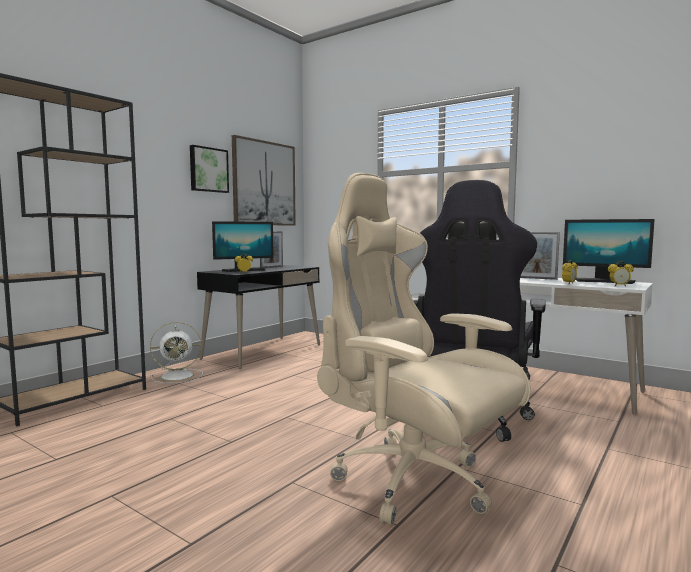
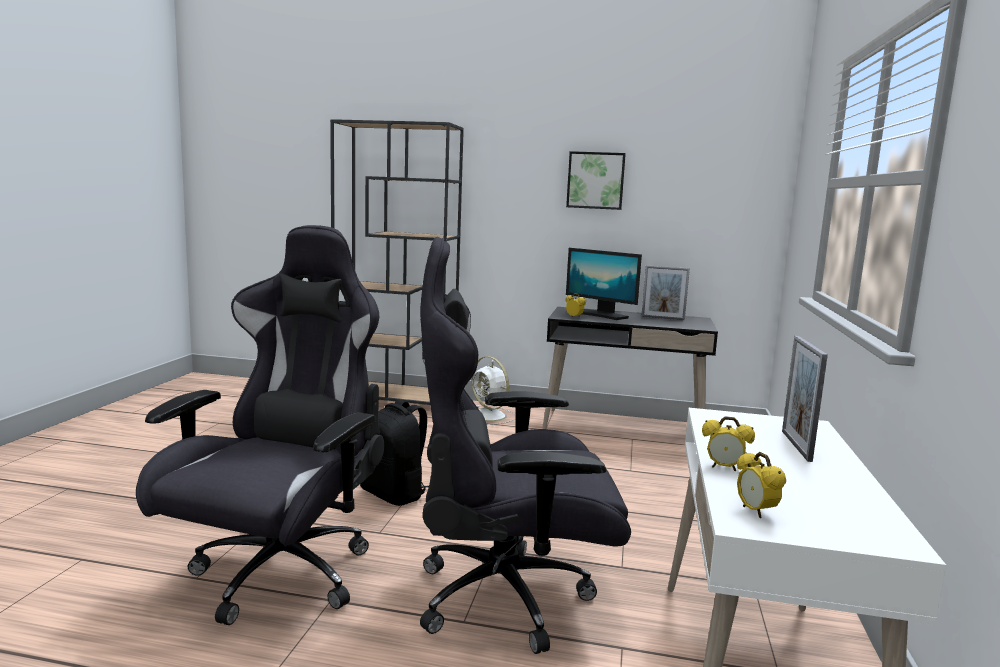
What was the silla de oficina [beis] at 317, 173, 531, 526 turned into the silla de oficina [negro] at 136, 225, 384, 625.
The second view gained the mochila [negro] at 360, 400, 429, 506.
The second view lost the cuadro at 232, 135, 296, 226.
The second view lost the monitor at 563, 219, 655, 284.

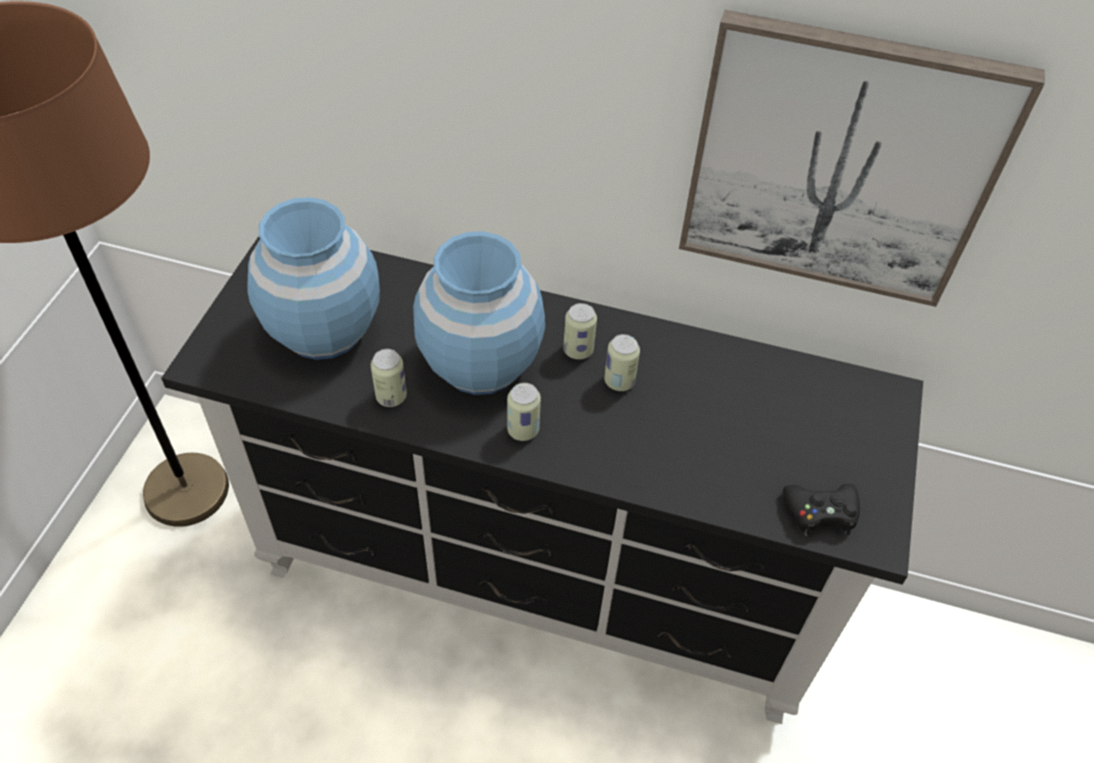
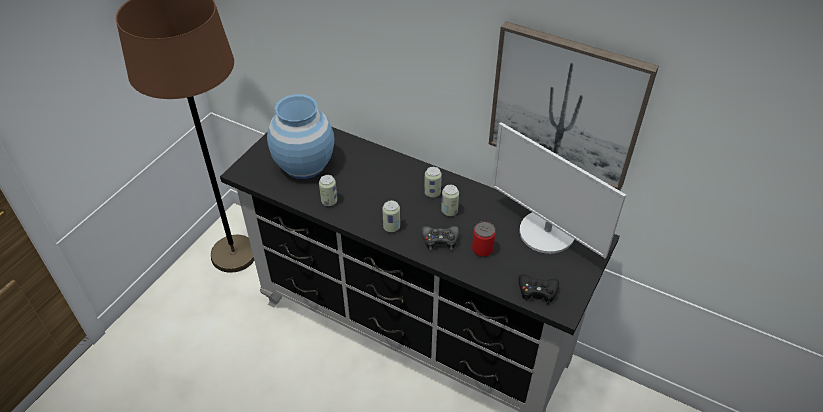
The second view gained the mando de consola [negro] at 421, 226, 459, 251.
The second view gained the lata at 472, 221, 496, 257.
The second view gained the monitor at 492, 122, 626, 258.
The second view lost the florero [azul] at 413, 231, 545, 395.

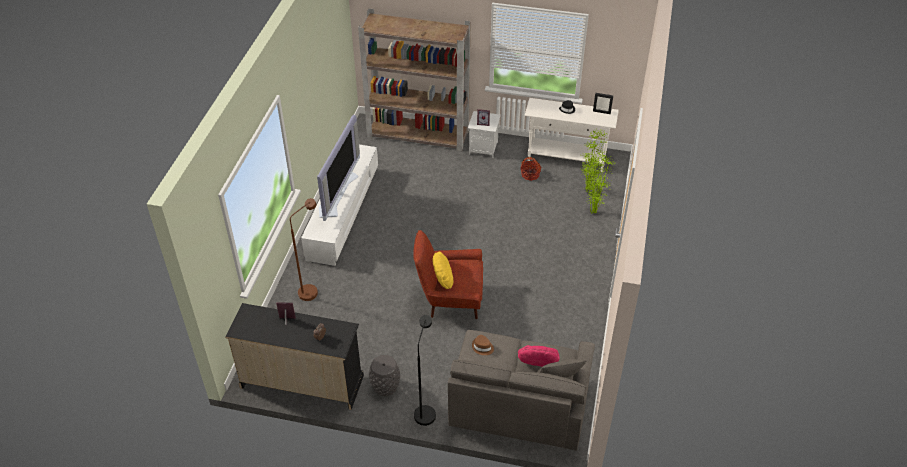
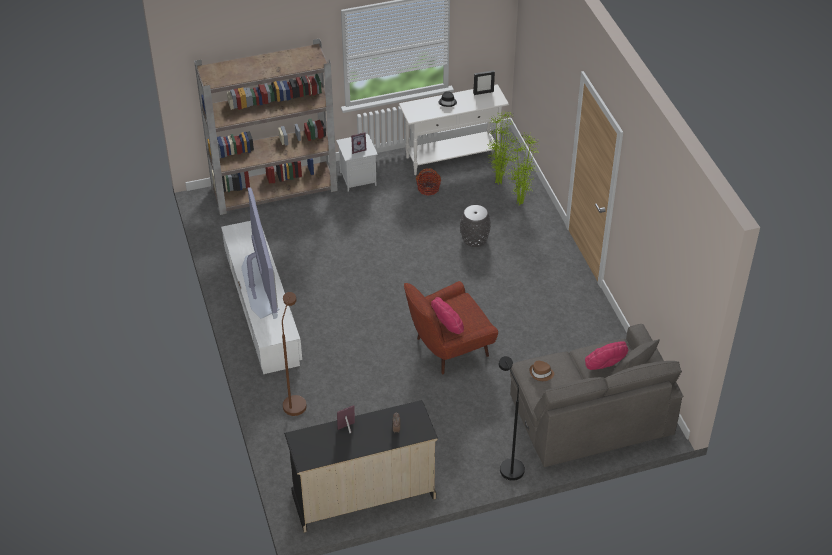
What was the cojín [amarillo] at 432, 252, 454, 289 turned into the cojín [rosa] at 431, 297, 464, 334.
The taburete [gris] ended up elsewhere, having gone from 369, 355, 400, 396 to 460, 205, 491, 247.

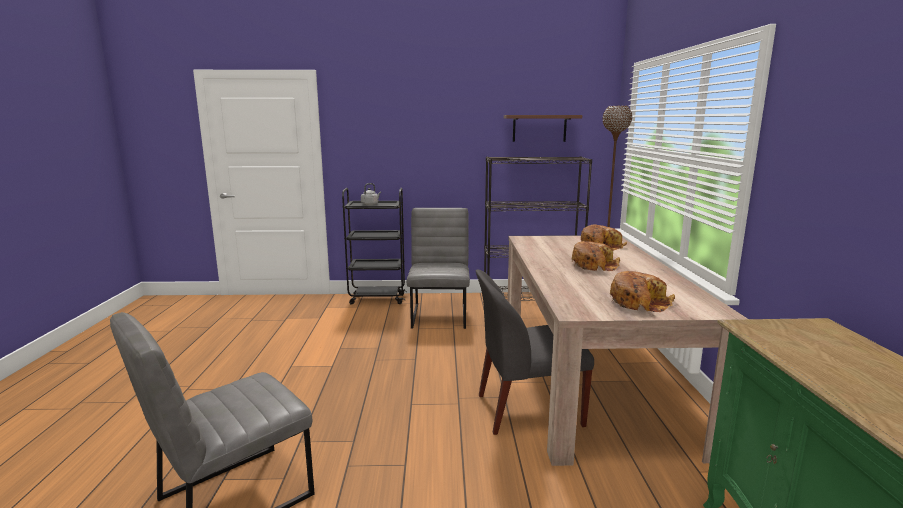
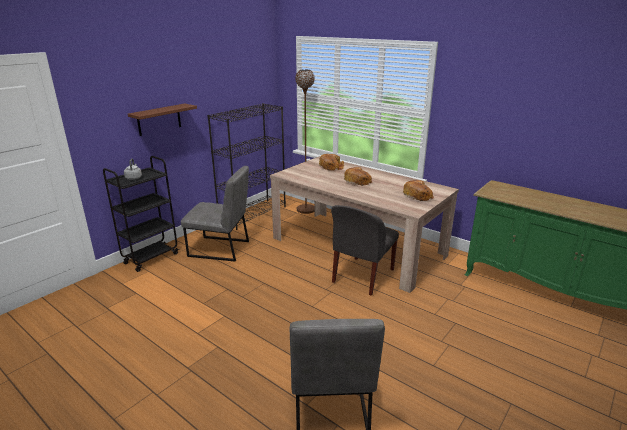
The estante [marrón] ended up elsewhere, having gone from 504, 115, 582, 142 to 128, 104, 197, 136.
The silla [gris] at 407, 208, 470, 329 ended up facing another way, 150 degrees clockwise from before.

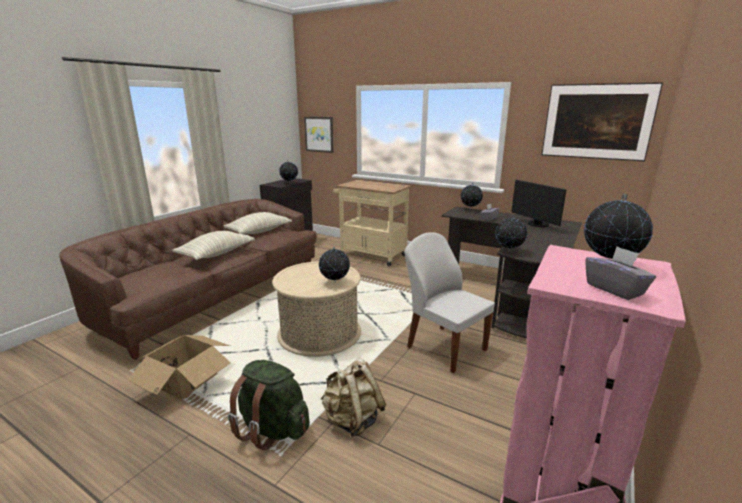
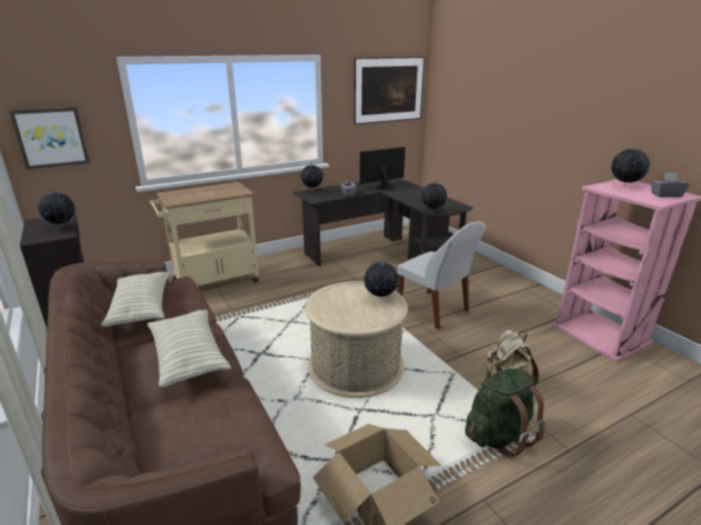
The monitor at 511, 180, 567, 227 ended up facing another way, 150 degrees clockwise from before.
The silla [blanco] at 405, 232, 495, 373 ended up facing another way, 120 degrees counterclockwise from before.

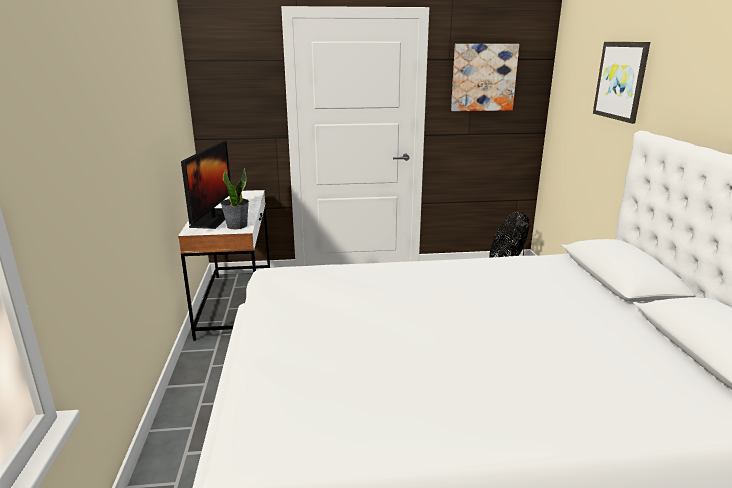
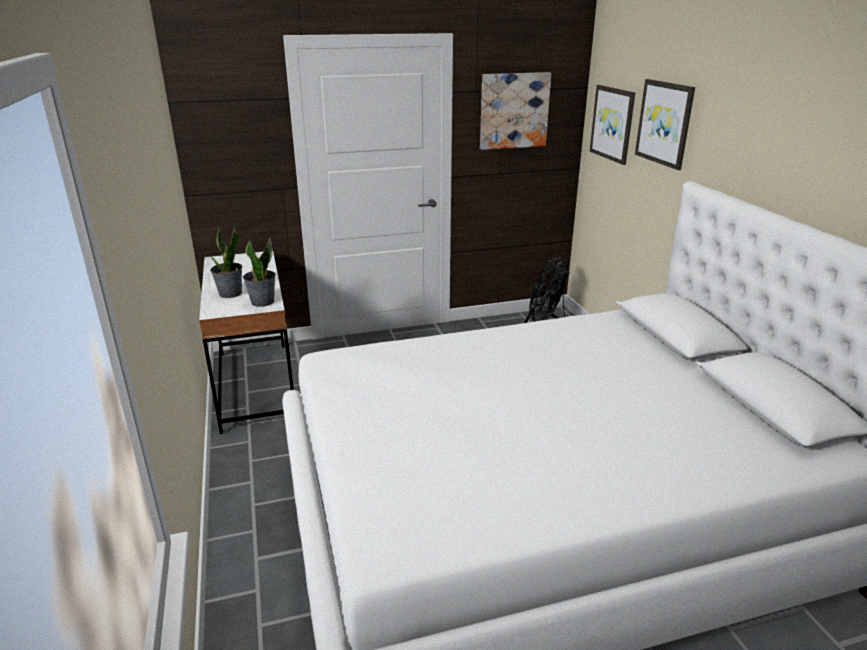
Where the monitor stood at 181, 140, 231, 229, the planta en maceta came to stand at 210, 227, 242, 298.
The second view gained the cuadro at 590, 85, 635, 165.

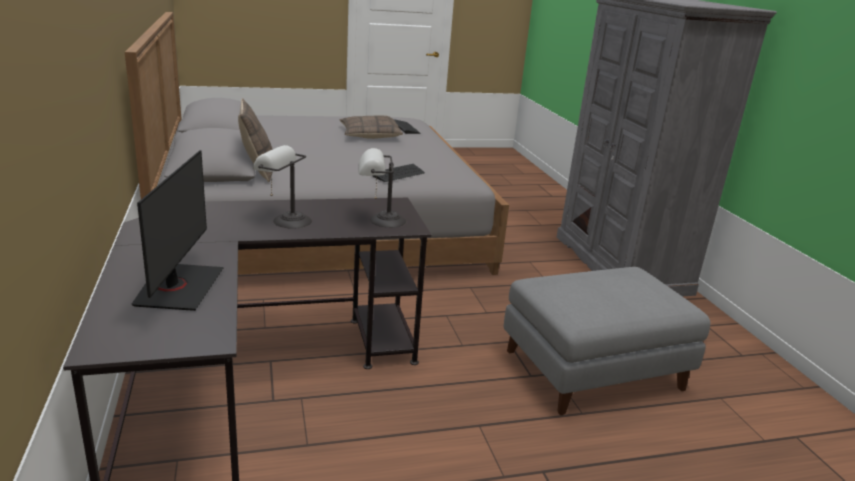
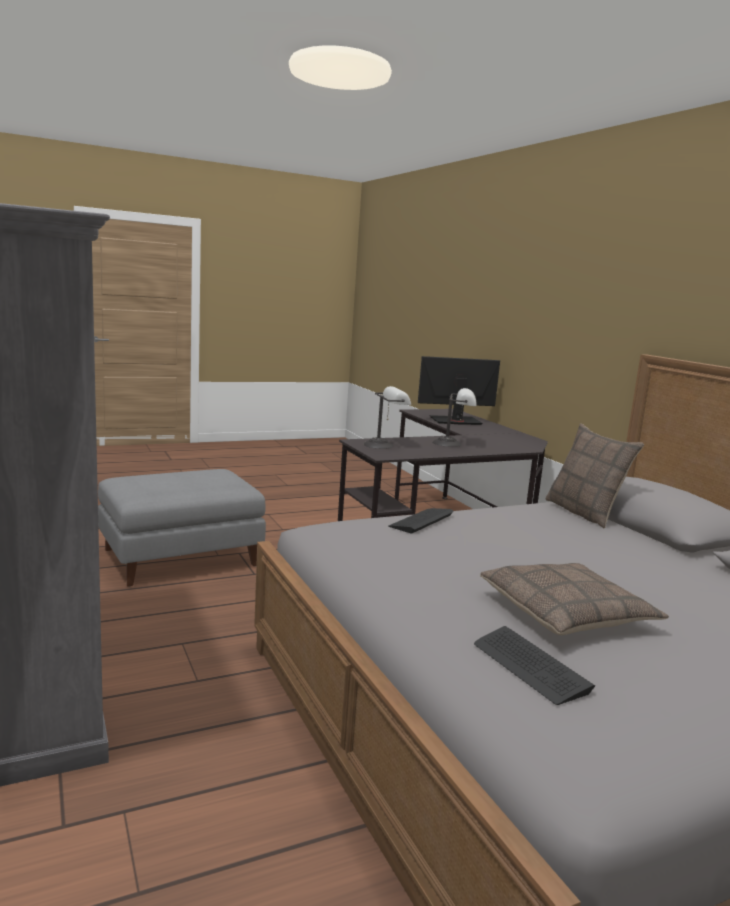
The monitor at 131, 150, 224, 311 ended up facing another way, 90 degrees clockwise from before.

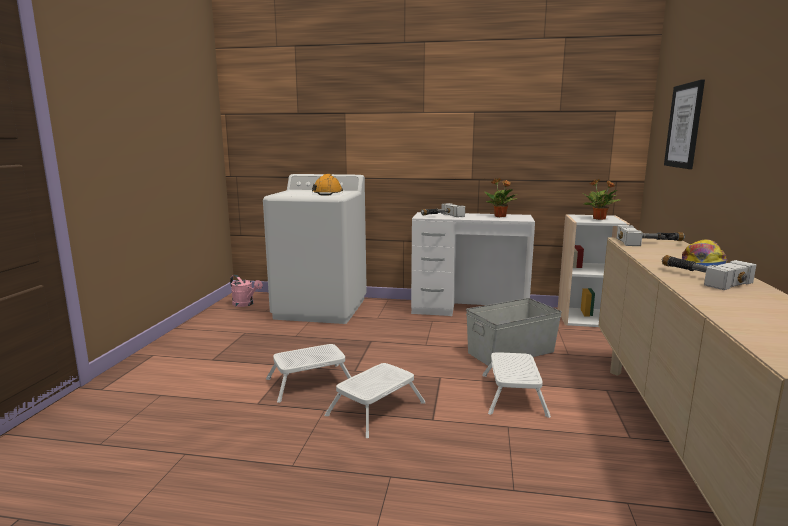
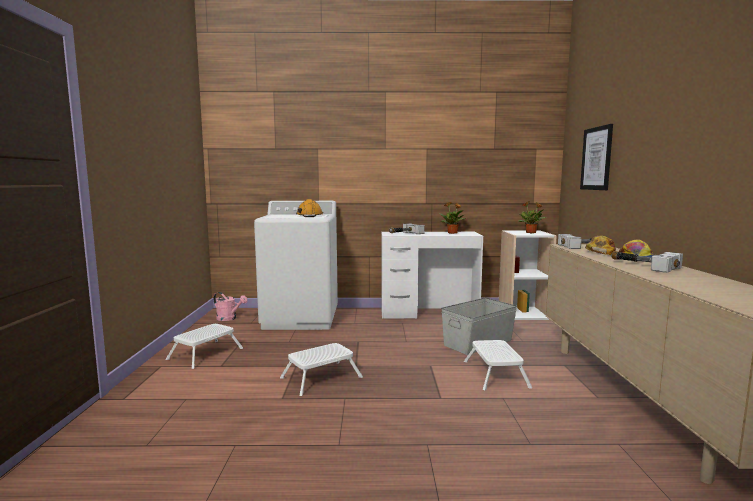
The escalera de tijera [blanco] ended up elsewhere, having gone from 325, 363, 425, 438 to 166, 324, 243, 369.
The second view gained the gorra at 585, 236, 616, 255.

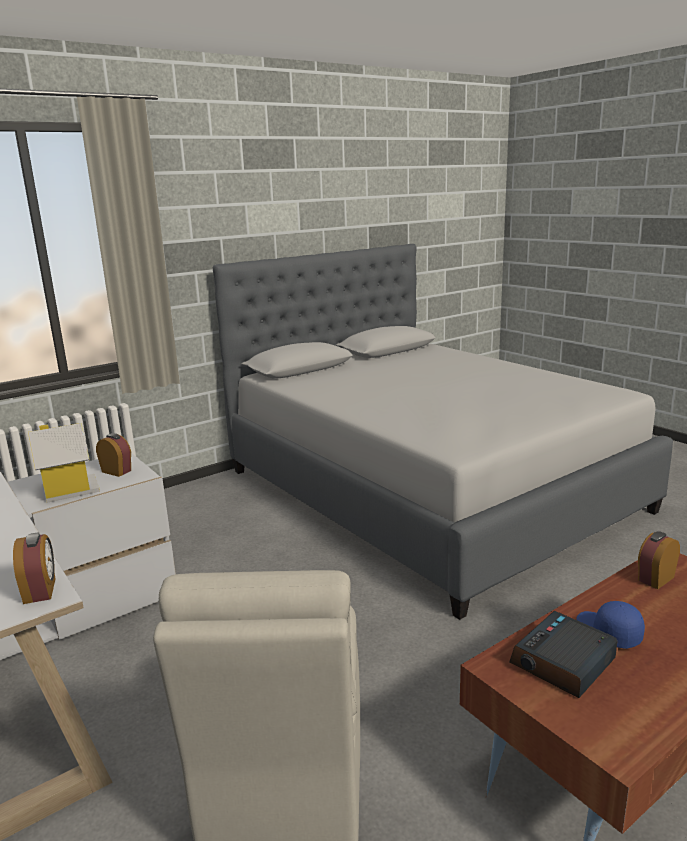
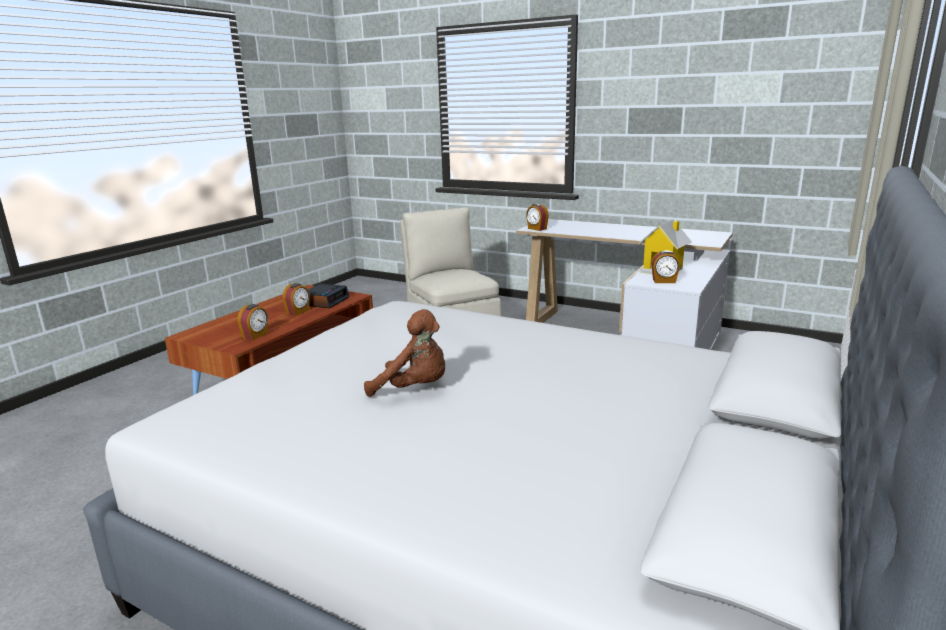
Where the gorra [azul] stood at 576, 601, 645, 649, the despertador came to stand at 282, 283, 310, 316.
The second view gained the peluche [marrón] at 364, 309, 445, 397.

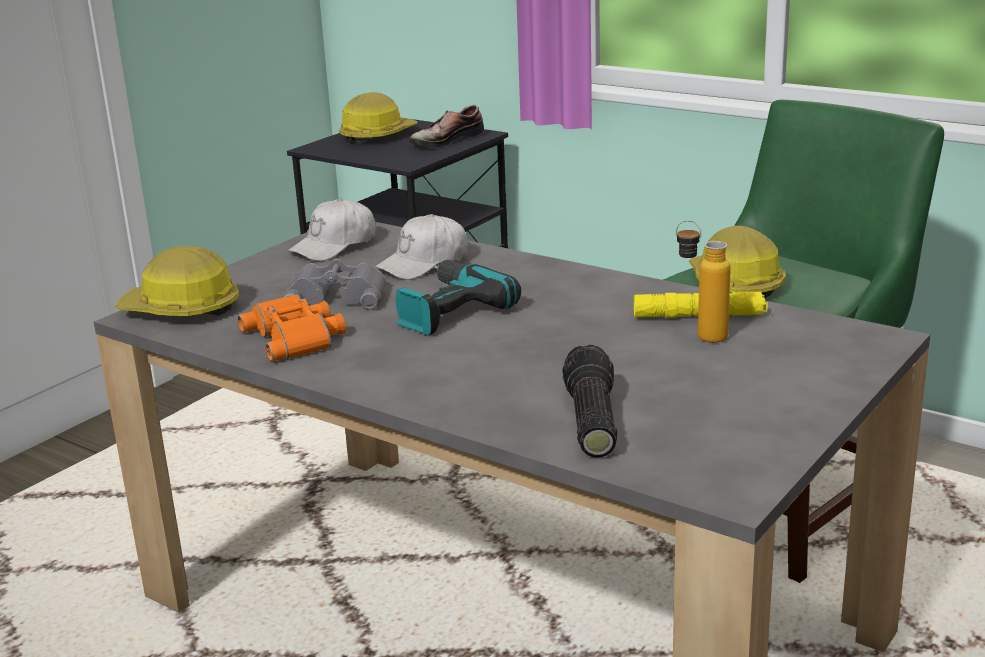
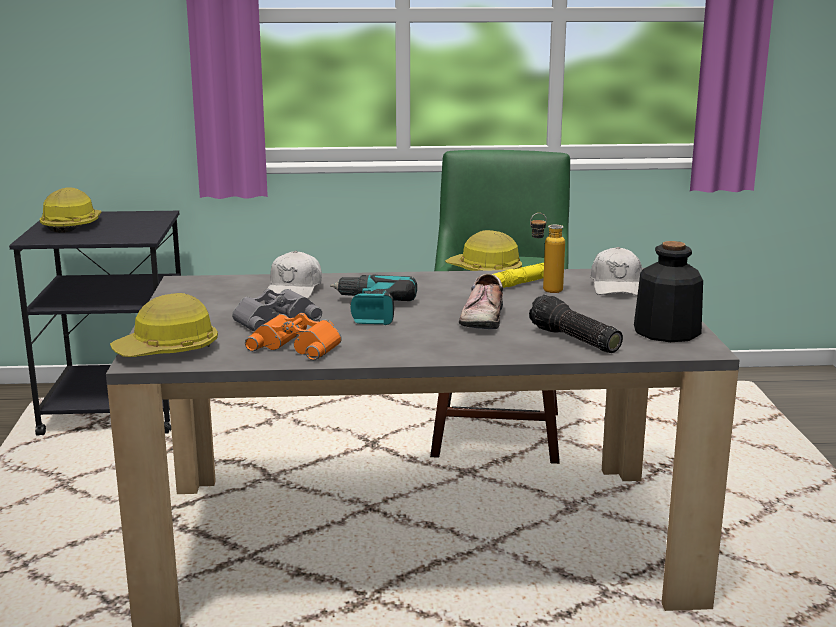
The zapato ended up elsewhere, having gone from 410, 105, 484, 148 to 459, 274, 503, 329.
The gorra [blanco] ended up elsewhere, having gone from 288, 198, 376, 261 to 590, 247, 642, 296.
The second view gained the botella at 634, 241, 703, 342.

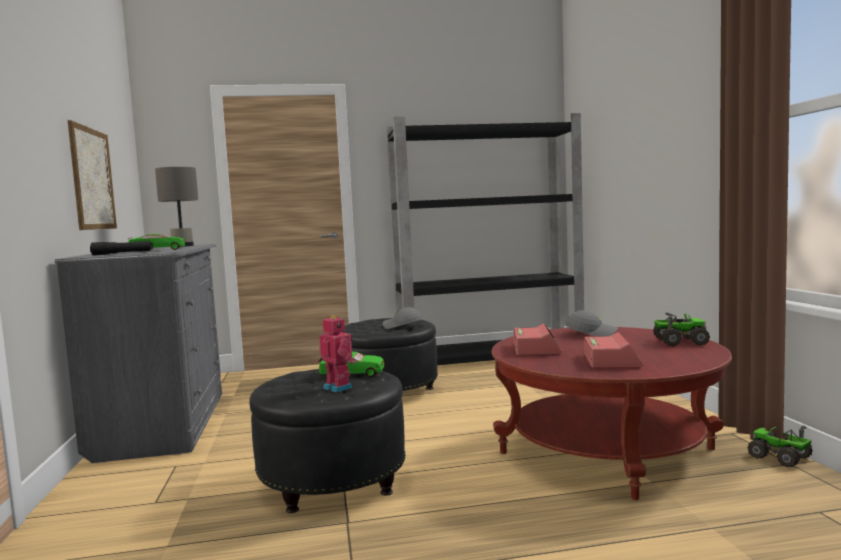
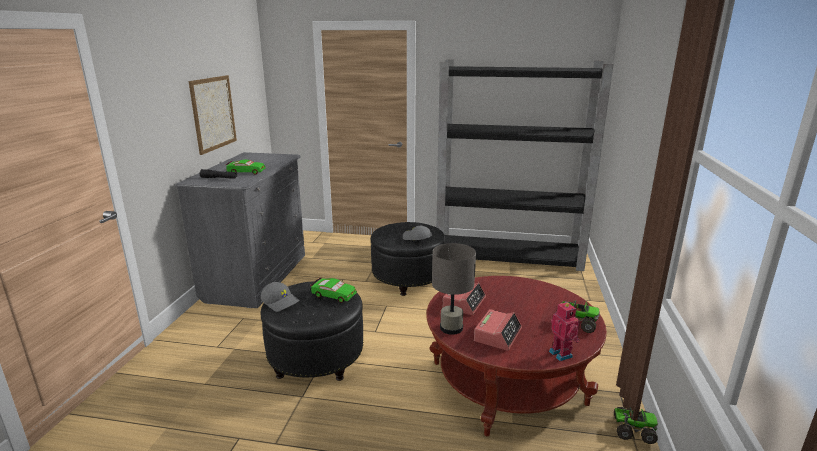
The gorra [gris] ended up elsewhere, having gone from 565, 310, 618, 336 to 261, 282, 300, 312.
The lámpara de mesa [gris] ended up elsewhere, having gone from 155, 167, 198, 247 to 432, 243, 476, 335.
The robot de juguete ended up elsewhere, having gone from 319, 315, 356, 392 to 549, 301, 580, 361.
The camión de juguete at 748, 425, 813, 467 ended up facing another way, 120 degrees clockwise from before.

